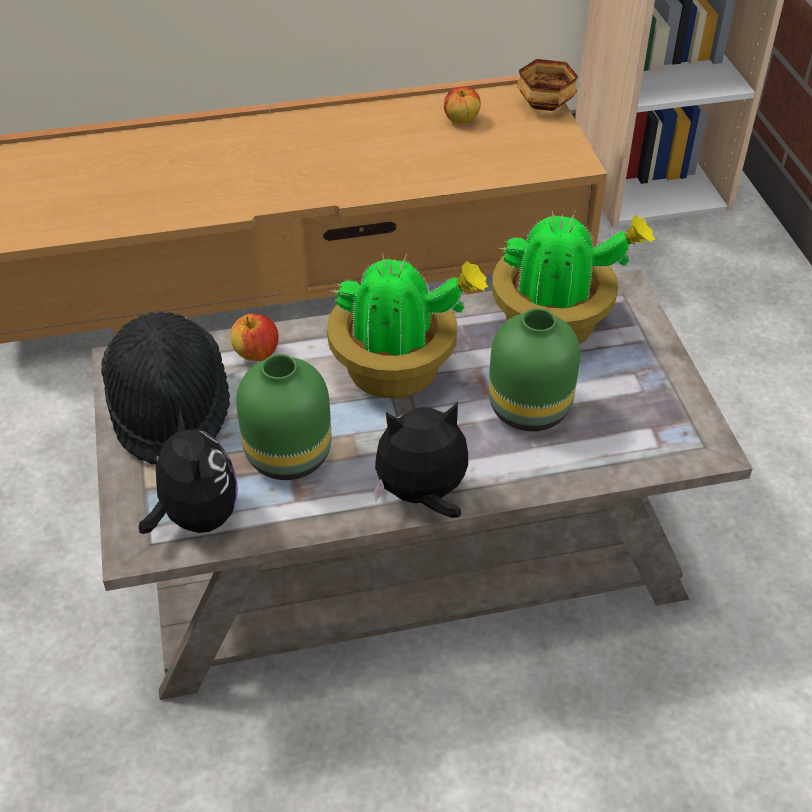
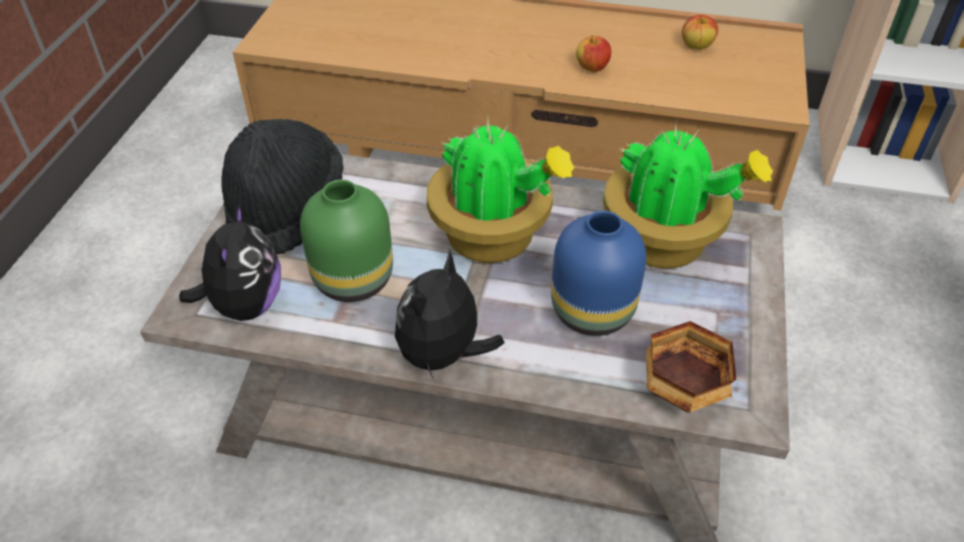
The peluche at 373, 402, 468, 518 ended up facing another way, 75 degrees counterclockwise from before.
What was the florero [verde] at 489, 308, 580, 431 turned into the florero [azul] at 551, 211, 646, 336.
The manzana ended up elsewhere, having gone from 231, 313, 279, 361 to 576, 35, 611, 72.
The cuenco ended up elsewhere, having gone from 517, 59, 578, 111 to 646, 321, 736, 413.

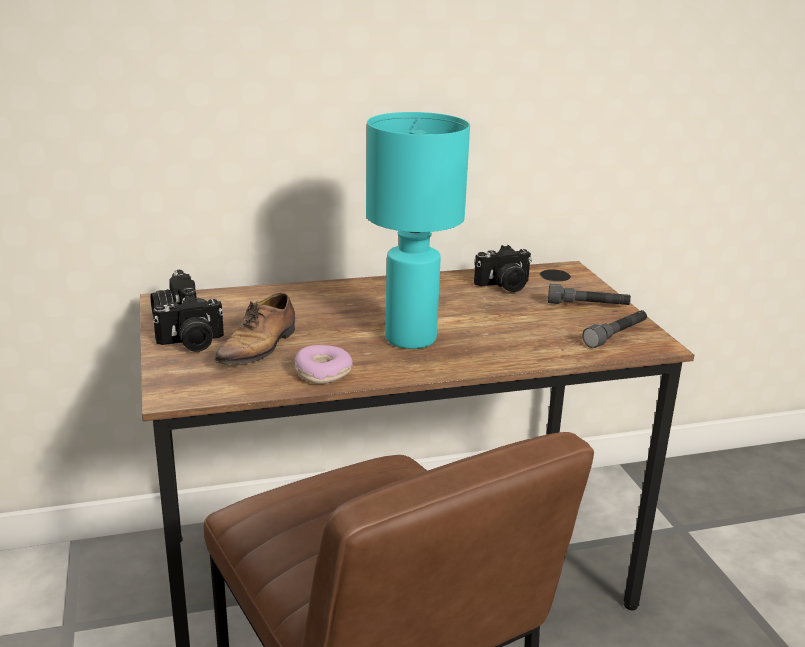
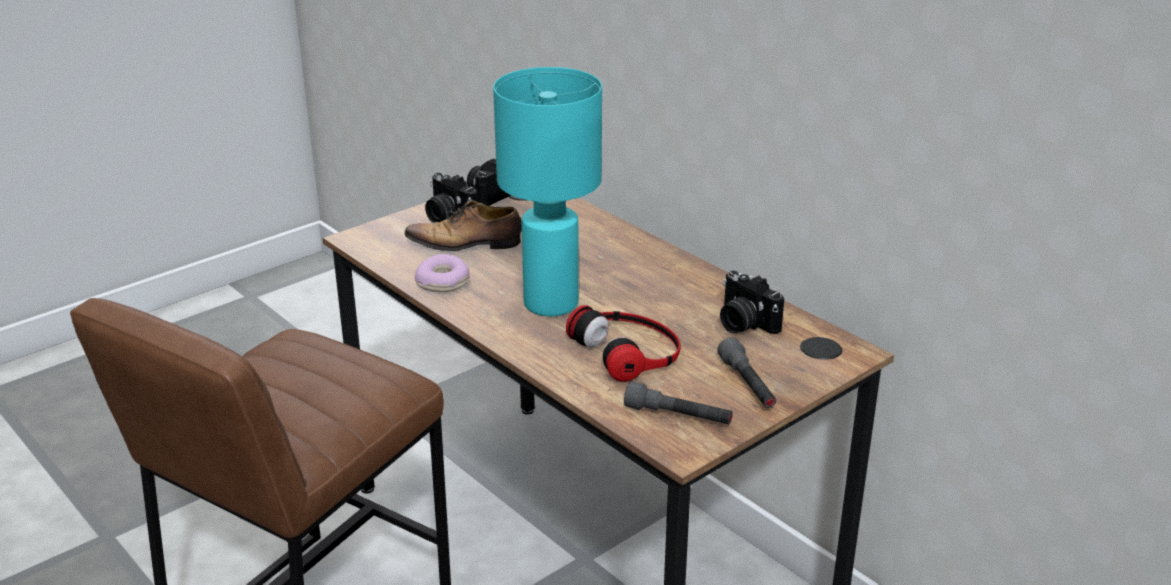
The second view gained the auriculares at 566, 305, 681, 382.

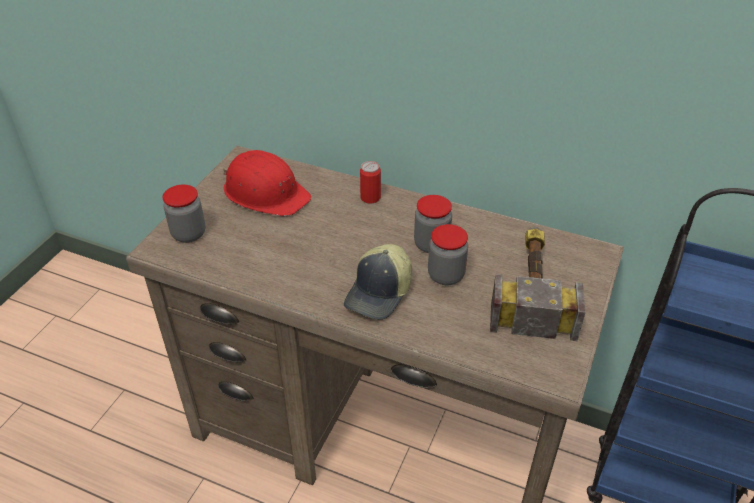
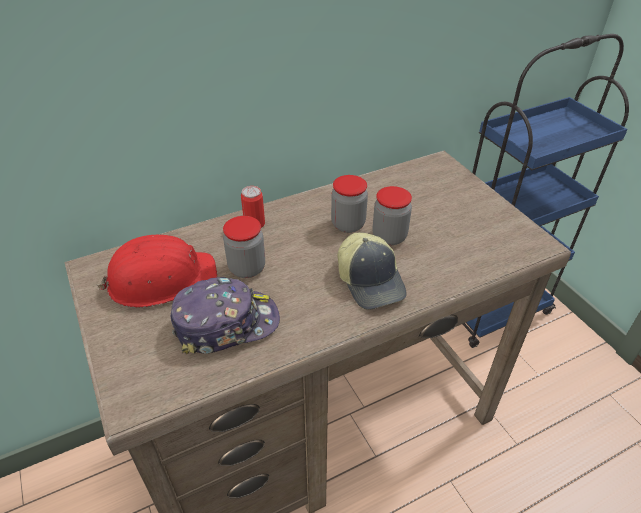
The second view gained the gorra at 170, 277, 280, 354.
The tarro ended up elsewhere, having gone from 162, 184, 205, 243 to 223, 216, 265, 278.
The second view lost the martillo at 490, 226, 585, 341.

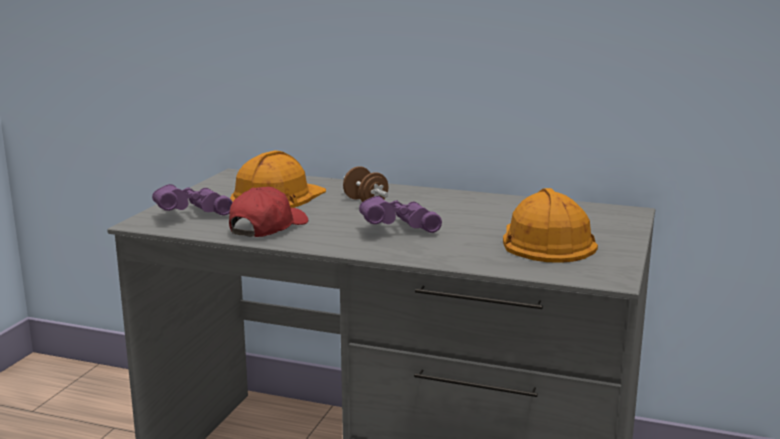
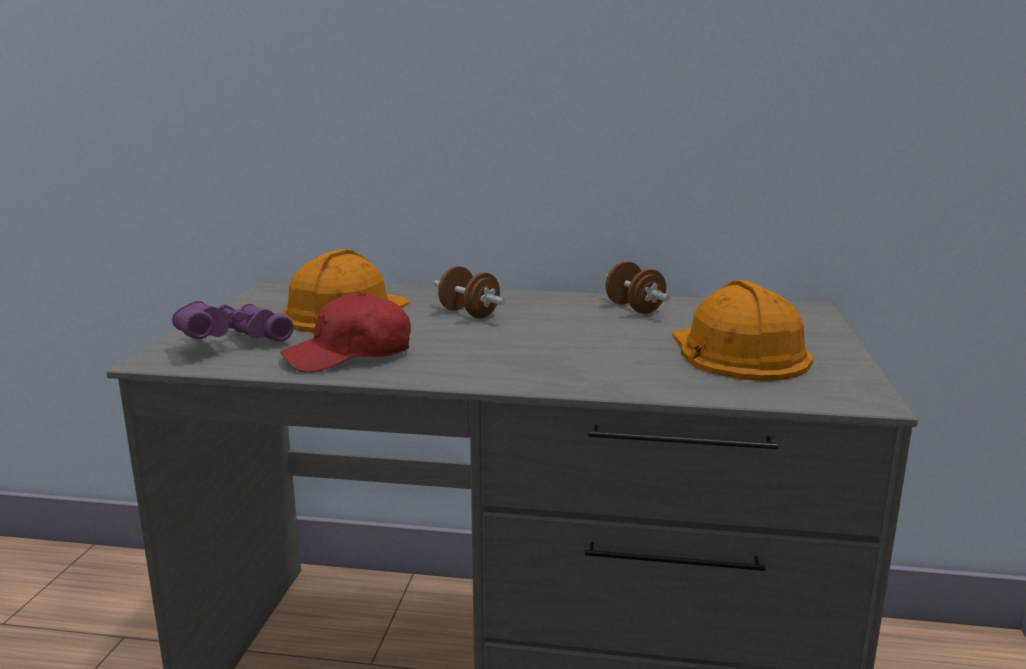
The gorra [rojo] at 229, 187, 308, 237 ended up facing another way, 135 degrees counterclockwise from before.
The second view gained the mancuerna [marrón] at 606, 261, 670, 314.
The second view lost the prismáticos [morado] at 359, 196, 442, 233.

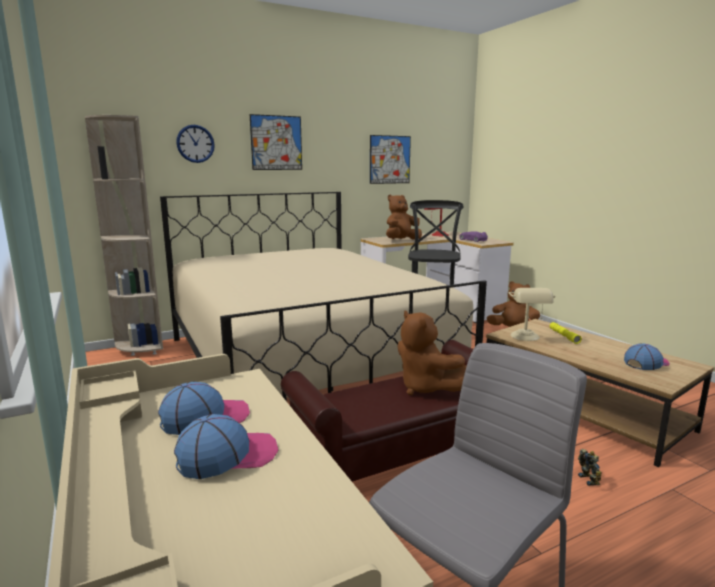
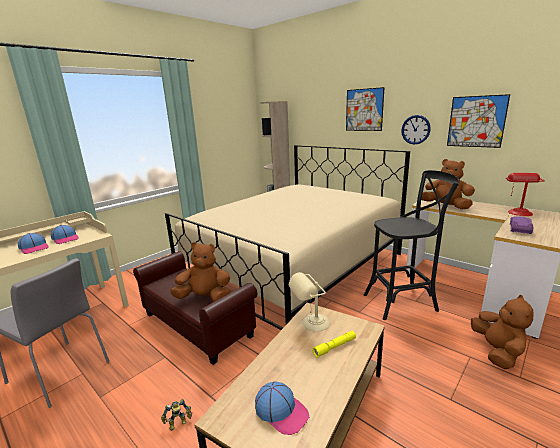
The peluche [marrón] at 398, 310, 467, 395 ended up facing another way, 60 degrees clockwise from before.
The reloj de pared ended up elsewhere, having gone from 176, 125, 215, 163 to 401, 115, 431, 145.

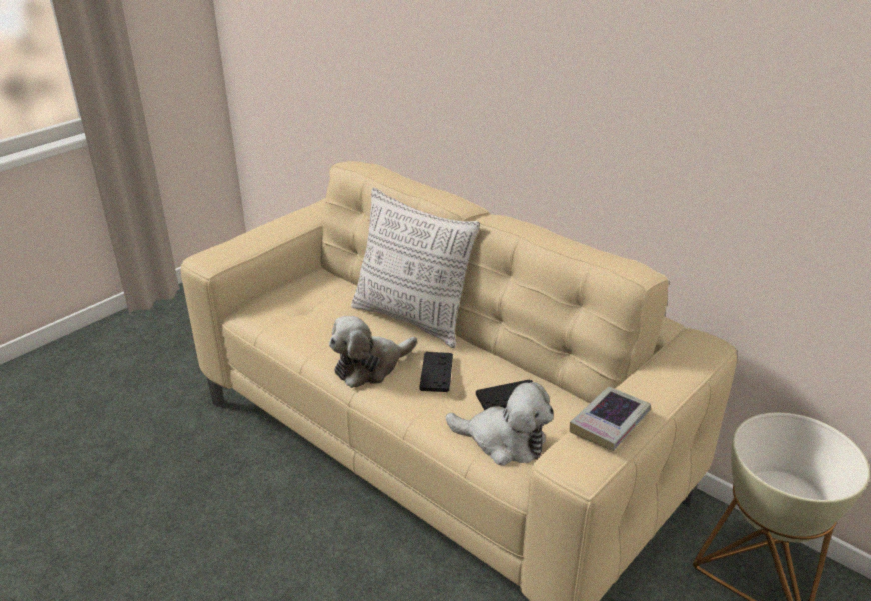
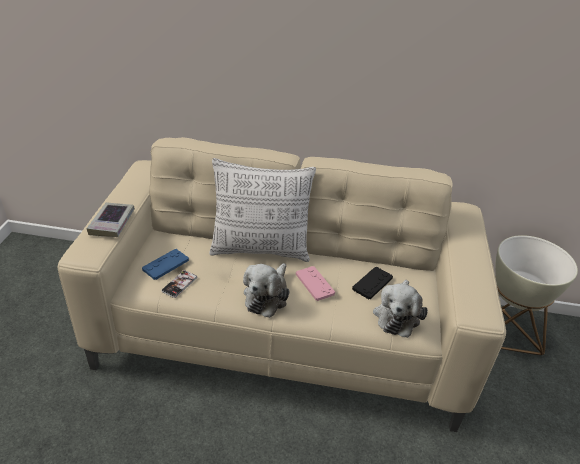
The libro ended up elsewhere, having gone from 570, 386, 651, 451 to 86, 203, 135, 237.
The second view gained the mando de consola [azul] at 142, 249, 189, 280.
The second view gained the móvil at 162, 270, 197, 298.
What was the mando de consola [negro] at 419, 352, 453, 392 turned into the mando de consola [rosa] at 296, 266, 335, 301.
The peluche at 446, 382, 554, 466 ended up facing another way, 120 degrees clockwise from before.

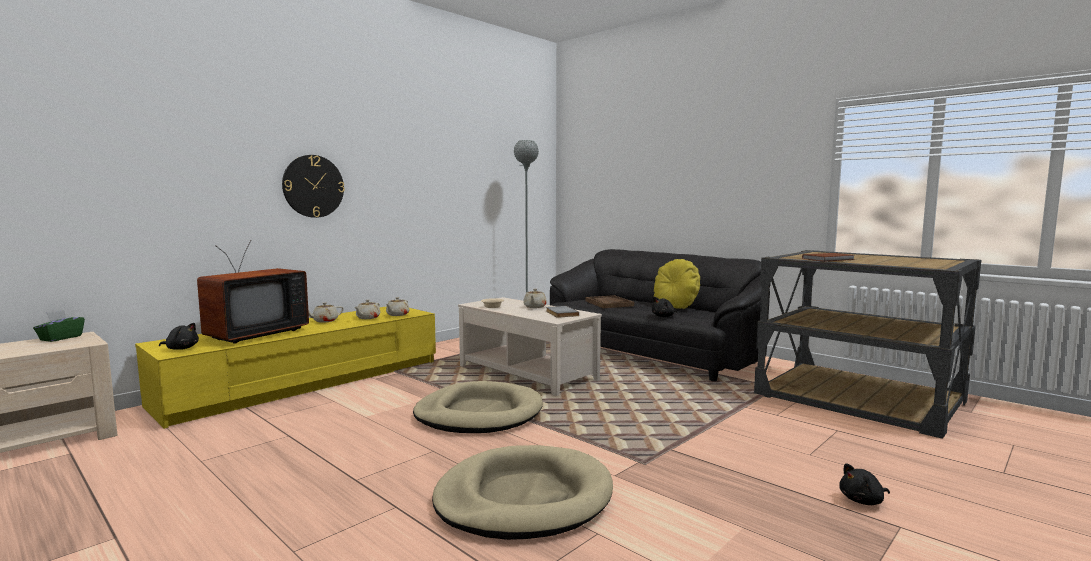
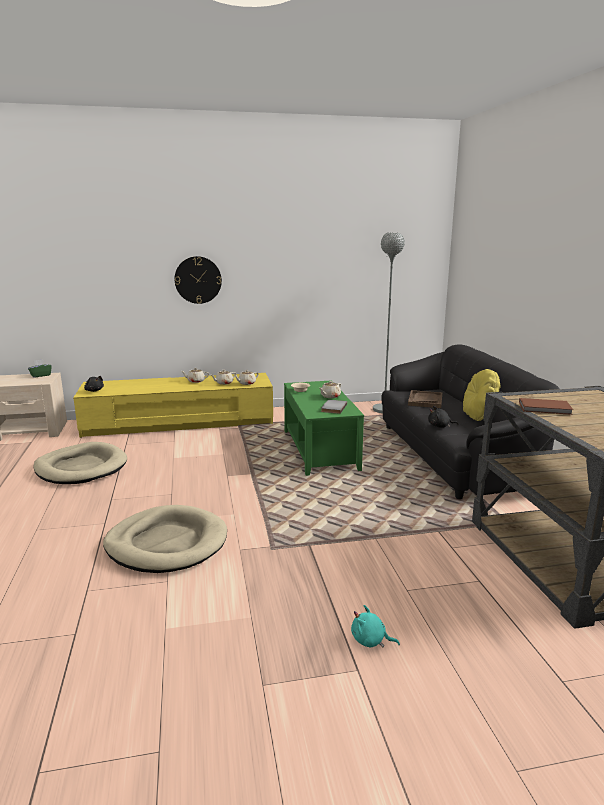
The cama para perro [beis] ended up elsewhere, having gone from 413, 381, 543, 433 to 33, 442, 127, 484.
What was the mesa de centro [beis] at 458, 297, 602, 396 turned into the mesa de centro [verde] at 284, 380, 364, 476.
What was the peluche [negro] at 839, 463, 890, 505 turned into the peluche [turquesa] at 351, 605, 400, 648.
The second view lost the televisor at 197, 240, 309, 344.

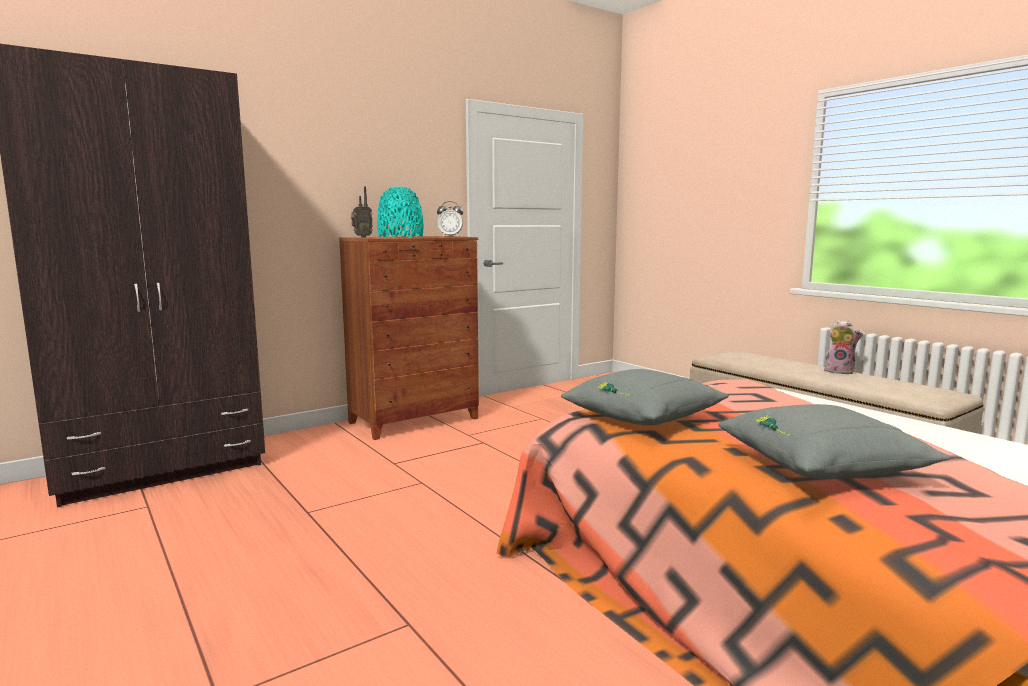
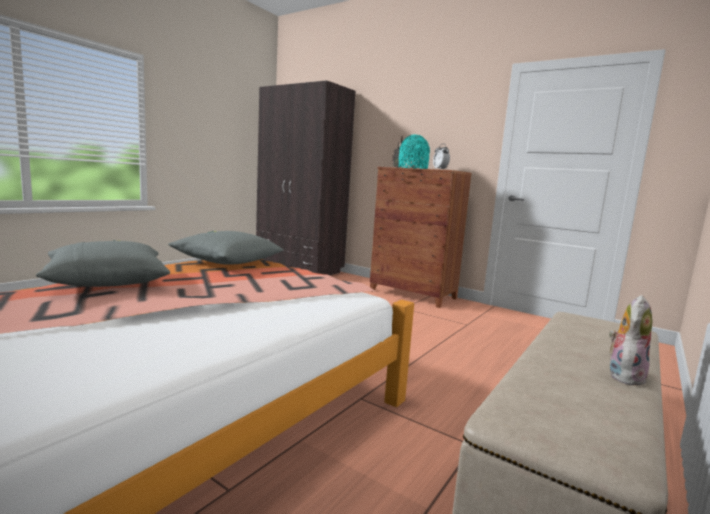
The peluche at 824, 320, 863, 374 ended up facing another way, 150 degrees counterclockwise from before.

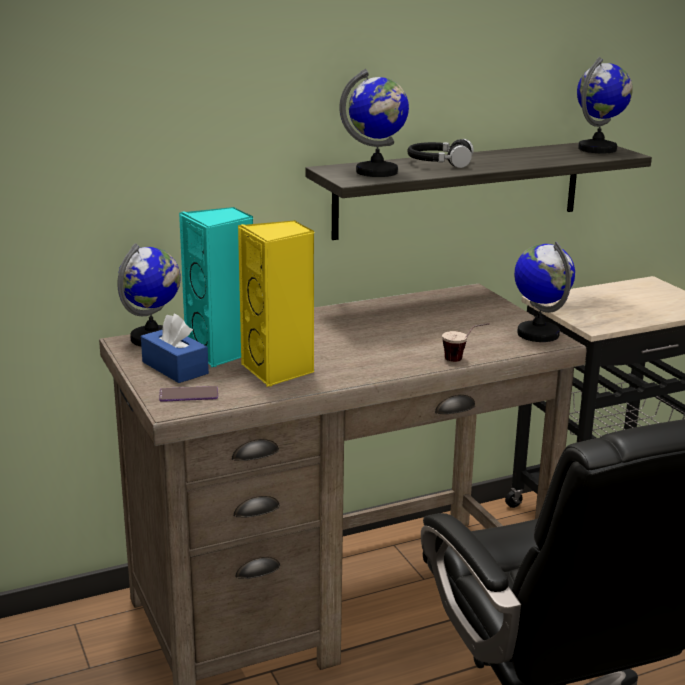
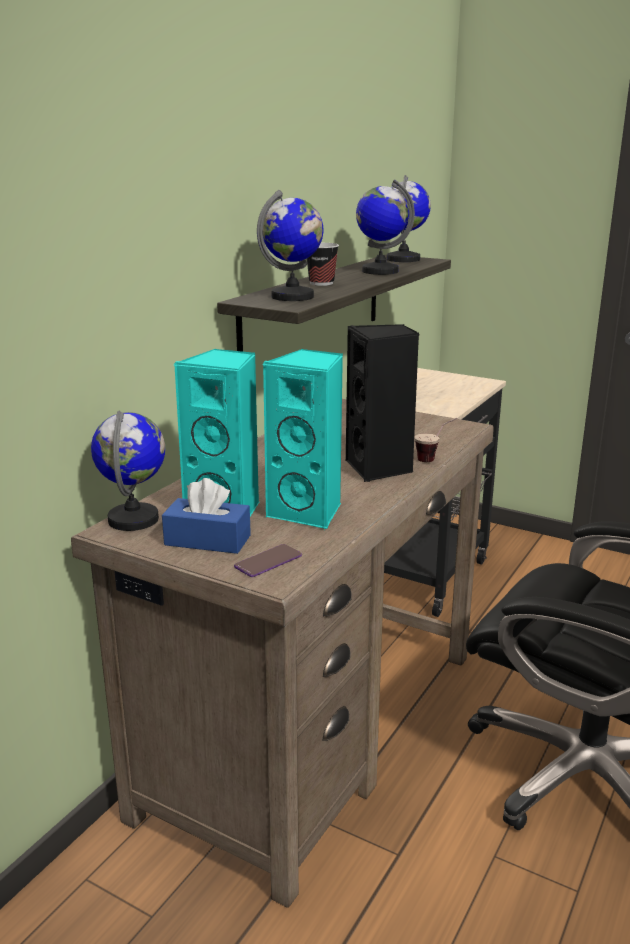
What was the altavoz [amarillo] at 238, 220, 315, 387 turned into the altavoz [turquesa] at 262, 349, 343, 530.
Where the auriculares [negro] stood at 407, 139, 474, 168, the taza came to stand at 307, 243, 339, 286.
The second view gained the altavoz [negro] at 346, 324, 419, 482.
The globo terráqueo ended up elsewhere, having gone from 514, 241, 575, 342 to 356, 179, 415, 275.

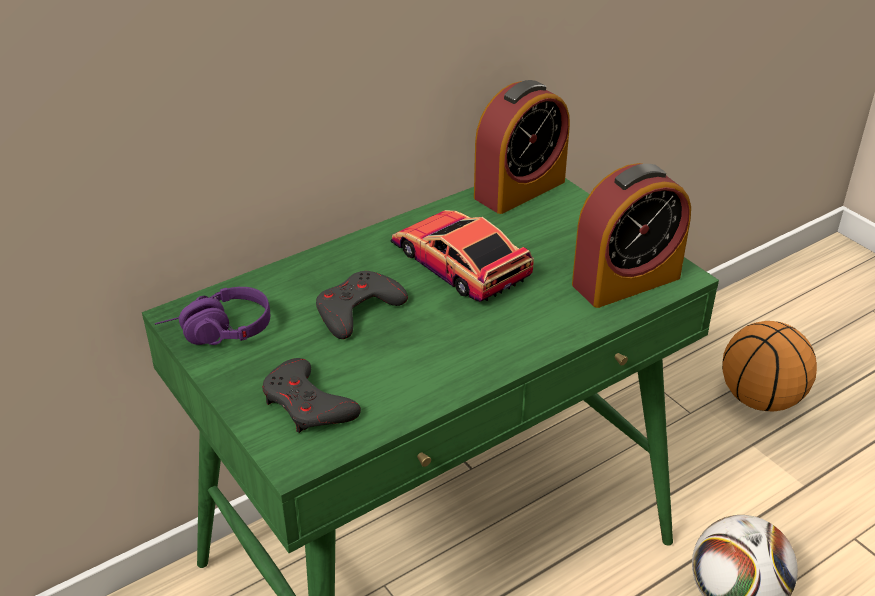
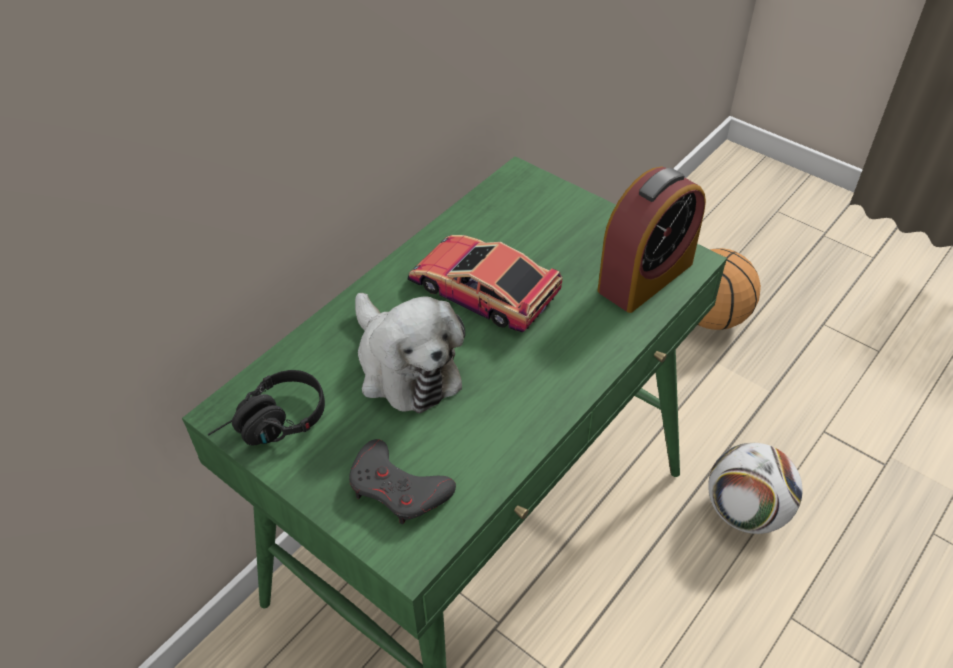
What was the auriculares [morado] at 155, 287, 270, 345 turned into the auriculares [negro] at 208, 370, 325, 446.
Where the mando de consola [gris] stood at 316, 271, 408, 339, the peluche came to stand at 355, 293, 465, 413.
The second view lost the despertador at 474, 80, 570, 214.

